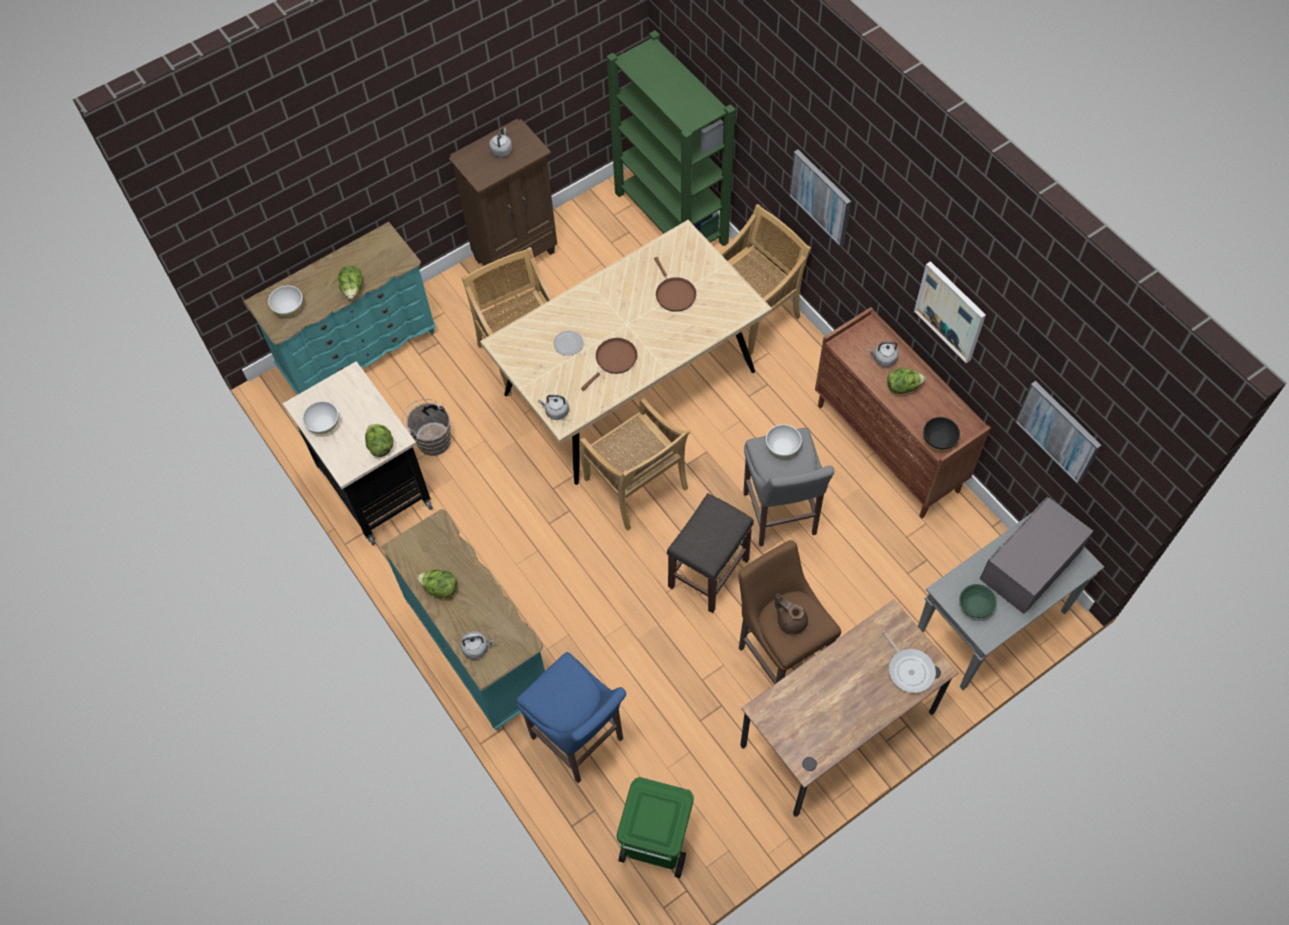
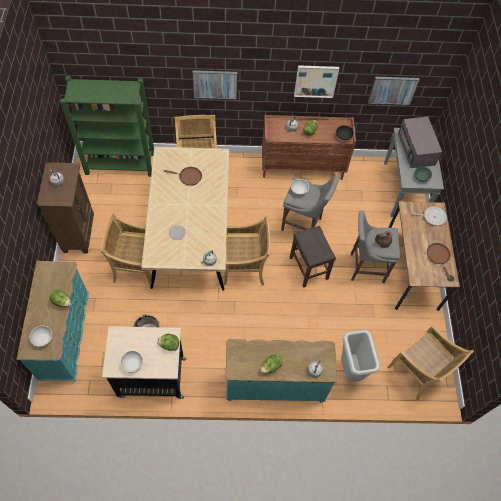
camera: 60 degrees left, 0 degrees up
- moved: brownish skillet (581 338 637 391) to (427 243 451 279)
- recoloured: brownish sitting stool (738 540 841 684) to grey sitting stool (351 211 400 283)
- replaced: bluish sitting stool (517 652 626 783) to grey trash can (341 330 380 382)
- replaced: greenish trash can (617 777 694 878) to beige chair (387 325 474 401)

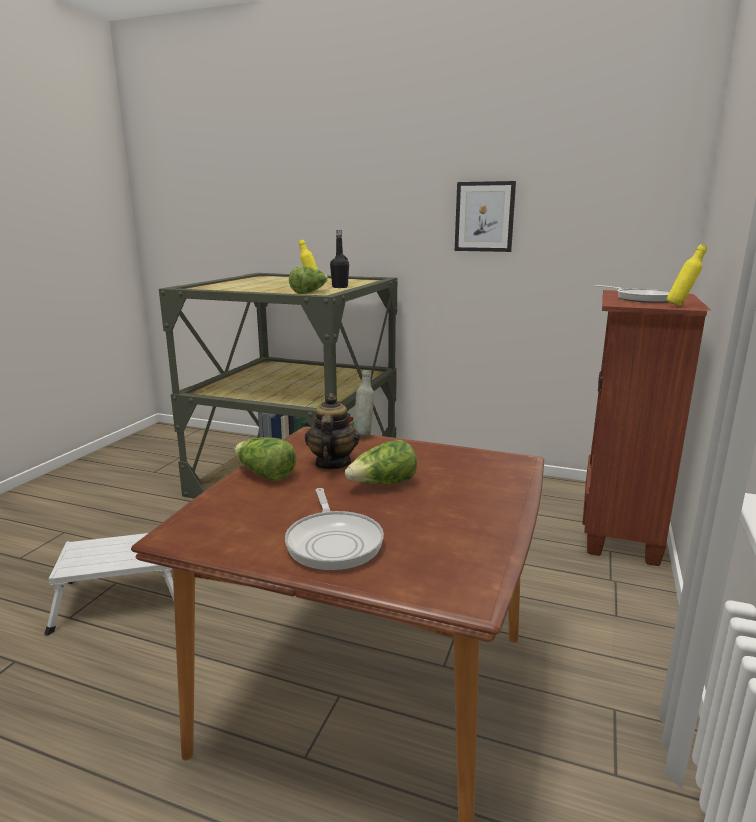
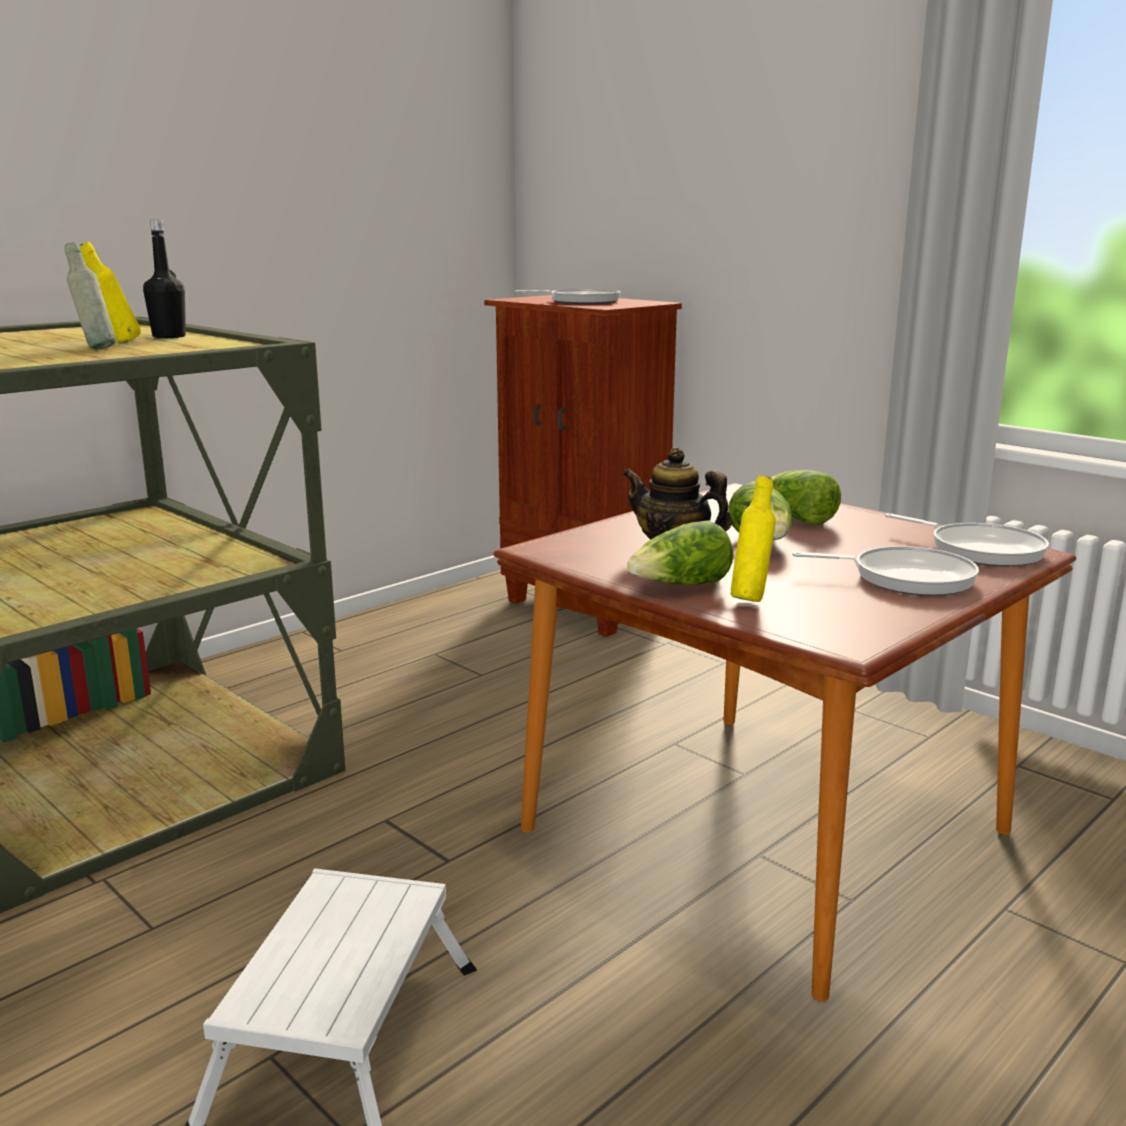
camera: 65 degrees left, 0 degrees up
- removed: wall art (455 181 516 252)
- moved: yellowish drink bottle (666 244 707 306) to (730 475 776 602)
- moved: lettuce head (289 267 328 294) to (771 470 841 525)
- moved: grey drink bottle (354 370 374 437) to (65 242 116 349)
- added: skillet (885 513 1049 566)

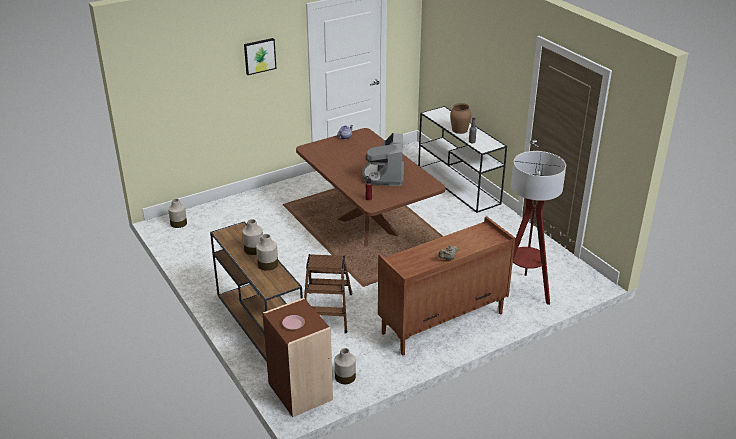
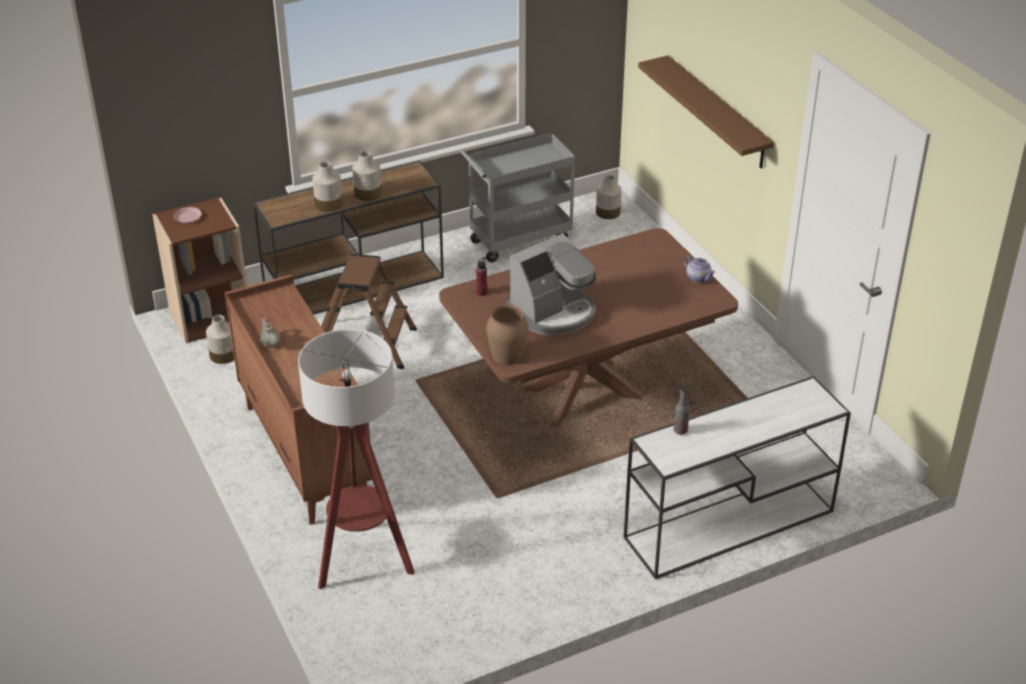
camera: 95 degrees right, 5 degrees up
- removed: wall art (244 38 277 75)
- moved: brownish flower vase (450 103 472 134) to (486 304 529 365)
- turned: coffee maker (362 133 404 186) = (507 233 596 336) 135 degrees clockwise
- added: brownish bracket shelf (638 55 774 169)
- added: grey cart (460 133 575 262)

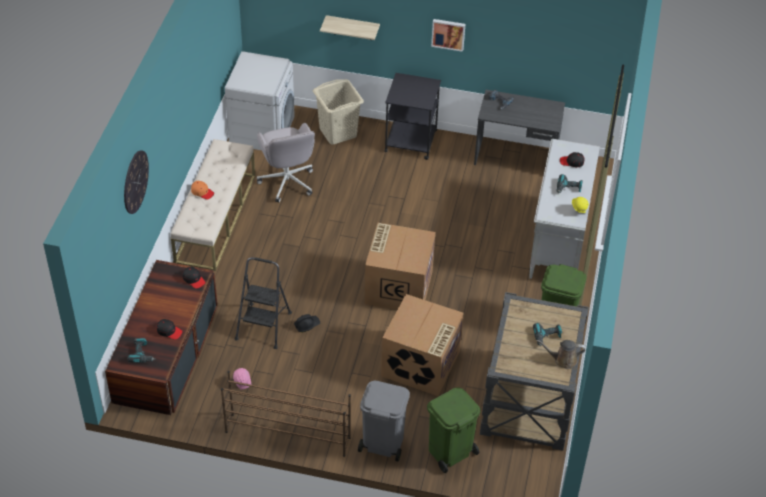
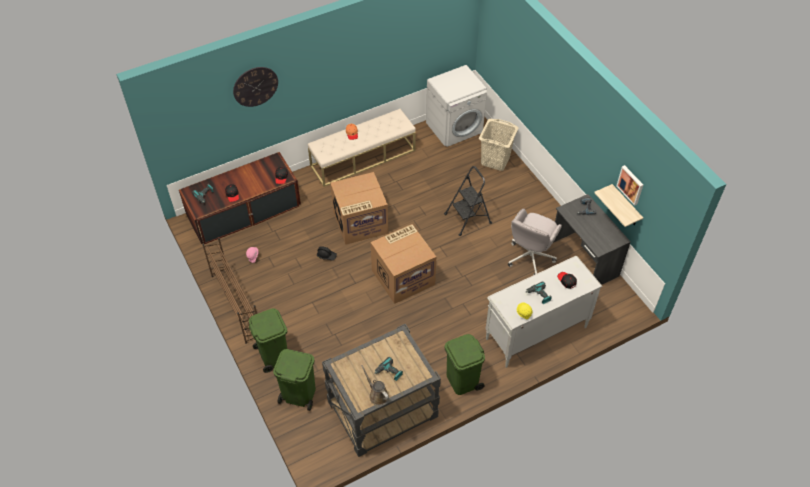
camera: 50 degrees right, 5 degrees up
- moved: bracket shelf (320 15 380 40) to (594 184 643 227)
- moved: wall art (431 19 465 52) to (617 165 643 206)
- removed: black-coloured cart (385 73 441 160)
- moved: grey office chair (257 123 315 203) to (508 208 562 275)
- moved: black-coloured step stool (235 257 292 349) to (444 166 492 236)
- moved: carton (381 294 464 396) to (330 172 388 245)
- recoloured: grey trash can (358 381 410 461) to greenish trash can (249 308 287 373)

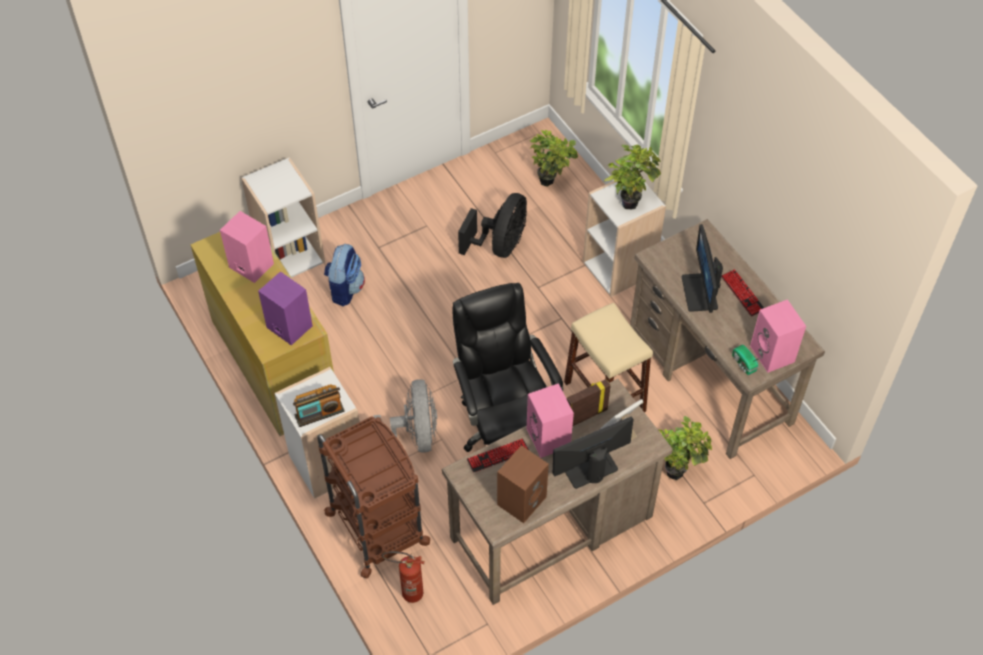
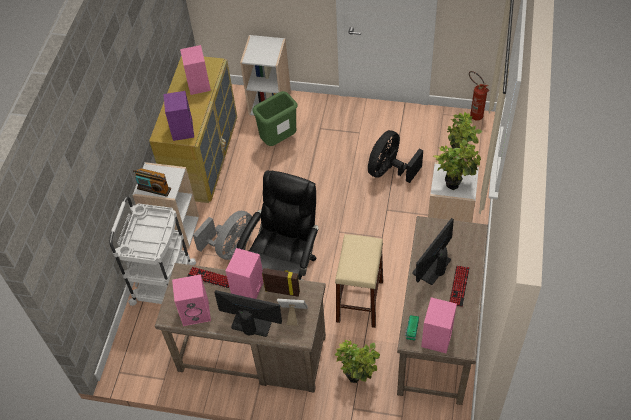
camera: 45 degrees right, 0 degrees up
- turned: black-coloured fan (458 193 527 258) = (368 130 423 183) 150 degrees clockwise
- replaced: backpack (324 244 365 306) to greenish trash can (252 91 298 146)
- recoloured: brownish cart (317 416 430 578) to white-coloured cart (109 196 196 306)
- recoloured: brownish loudspeaker (497 445 549 523) to pink loudspeaker (172 274 211 326)
- moved: fire extinguisher (381 551 425 603) to (469 71 489 121)

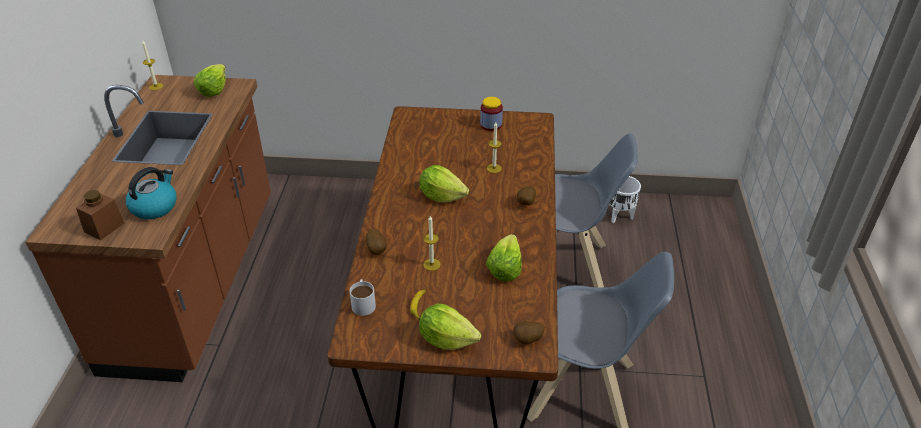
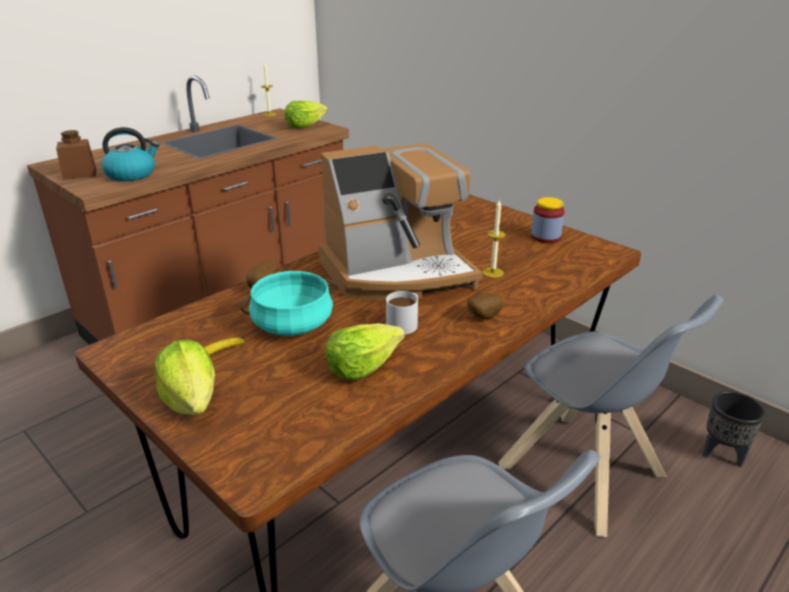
camera: 40 degrees right, 10 degrees down
- replaced: lettuce head (419 165 469 202) to coffee maker (319 143 483 301)
- recoloured: white-coloured planter (609 176 641 223) to black-coloured planter (702 391 765 467)
- replaced: wax candle (423 216 441 271) to blue-green stockpot (240 271 335 336)
- moved: white-coloured tea mug (350 279 376 316) to (386 291 418 335)
- removed: spud (513 321 545 344)

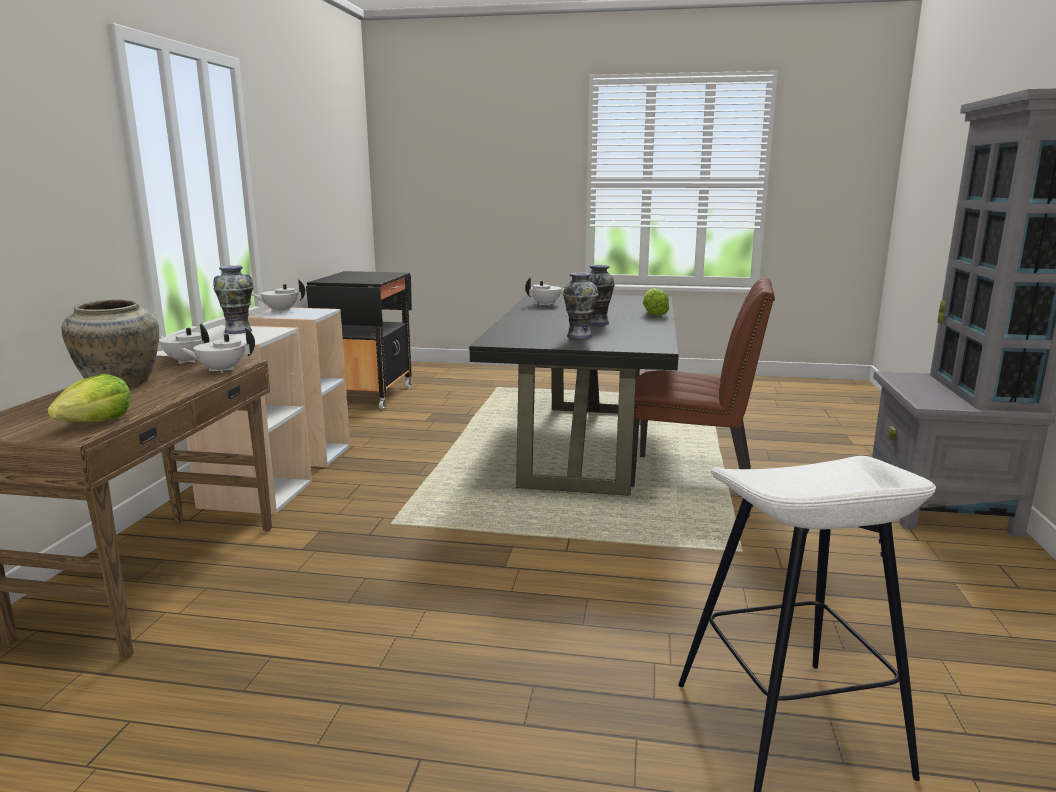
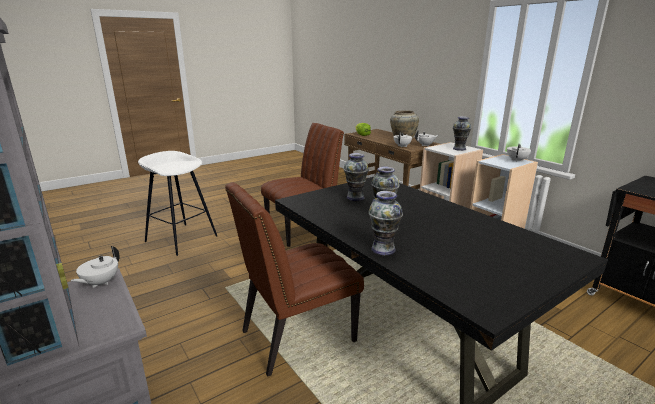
camera: 135 degrees right, 5 degrees up
- moved: white-coloured tea pot (525 278 565 306) to (70 246 120 288)
- replaced: lettuce head (643 288 669 316) to flower vase (369 191 403 255)
- added: brownish chair (261 123 344 247)

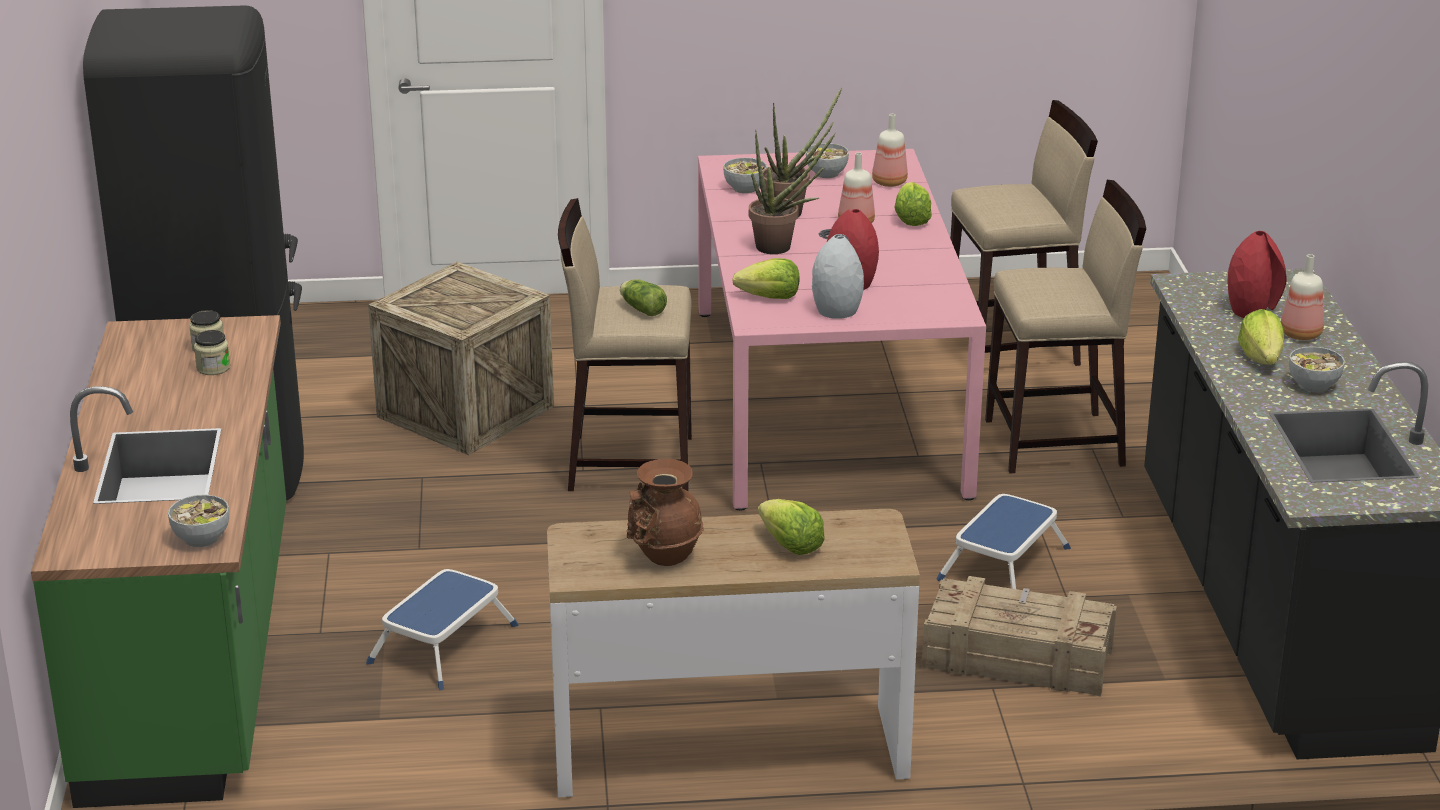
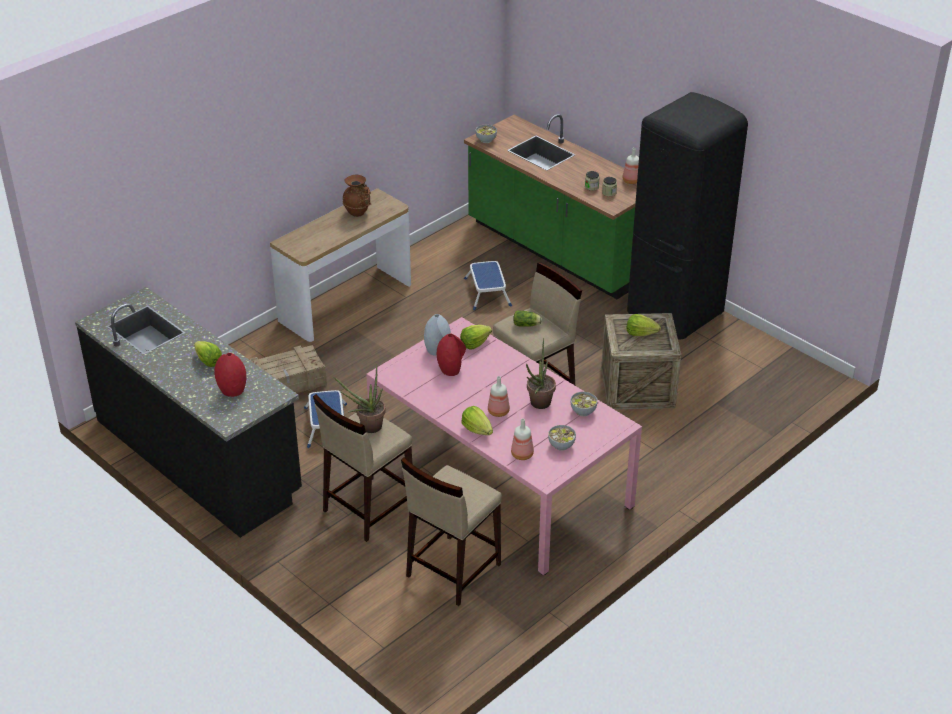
camera: 140 degrees right, 10 degrees up
- moved: houseplant (749 130 836 254) to (334 364 386 433)
- moved: drink bottle (1281 254 1324 340) to (622 148 639 184)
- removed: bowl (1289 346 1345 392)
- moved: lettuce head (758 499 825 555) to (626 314 661 336)

